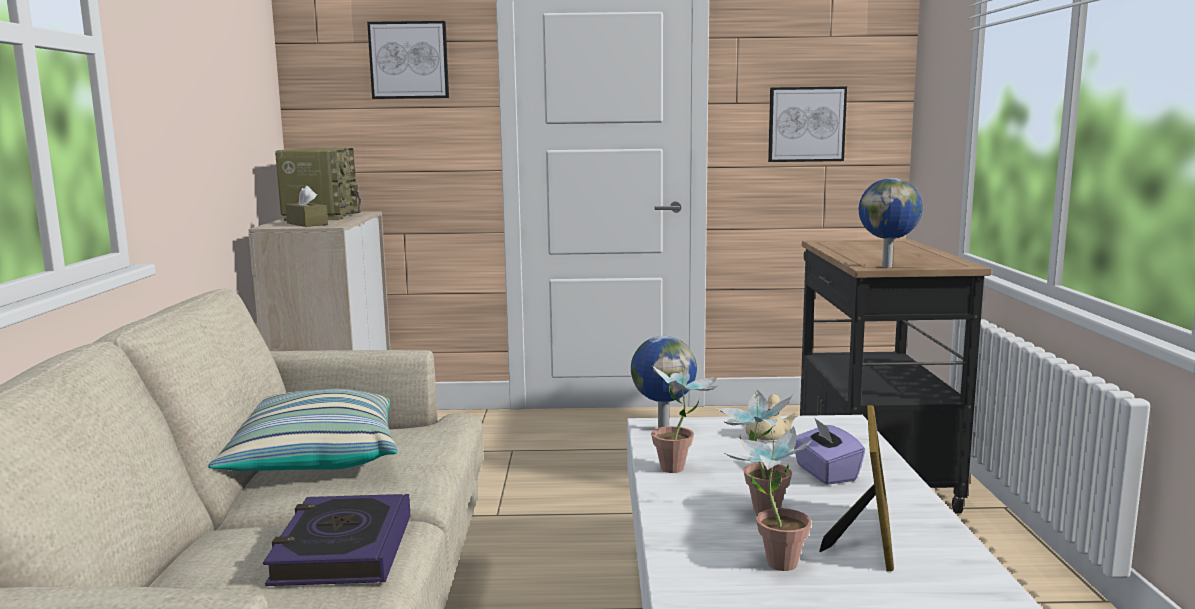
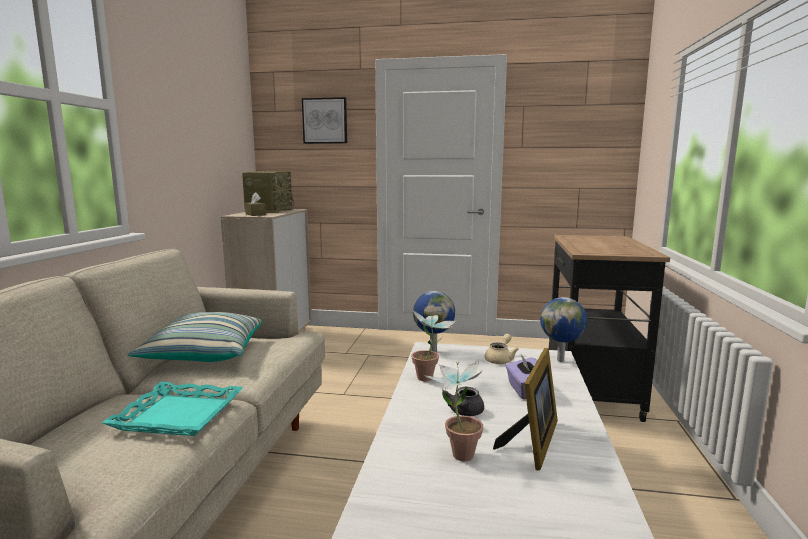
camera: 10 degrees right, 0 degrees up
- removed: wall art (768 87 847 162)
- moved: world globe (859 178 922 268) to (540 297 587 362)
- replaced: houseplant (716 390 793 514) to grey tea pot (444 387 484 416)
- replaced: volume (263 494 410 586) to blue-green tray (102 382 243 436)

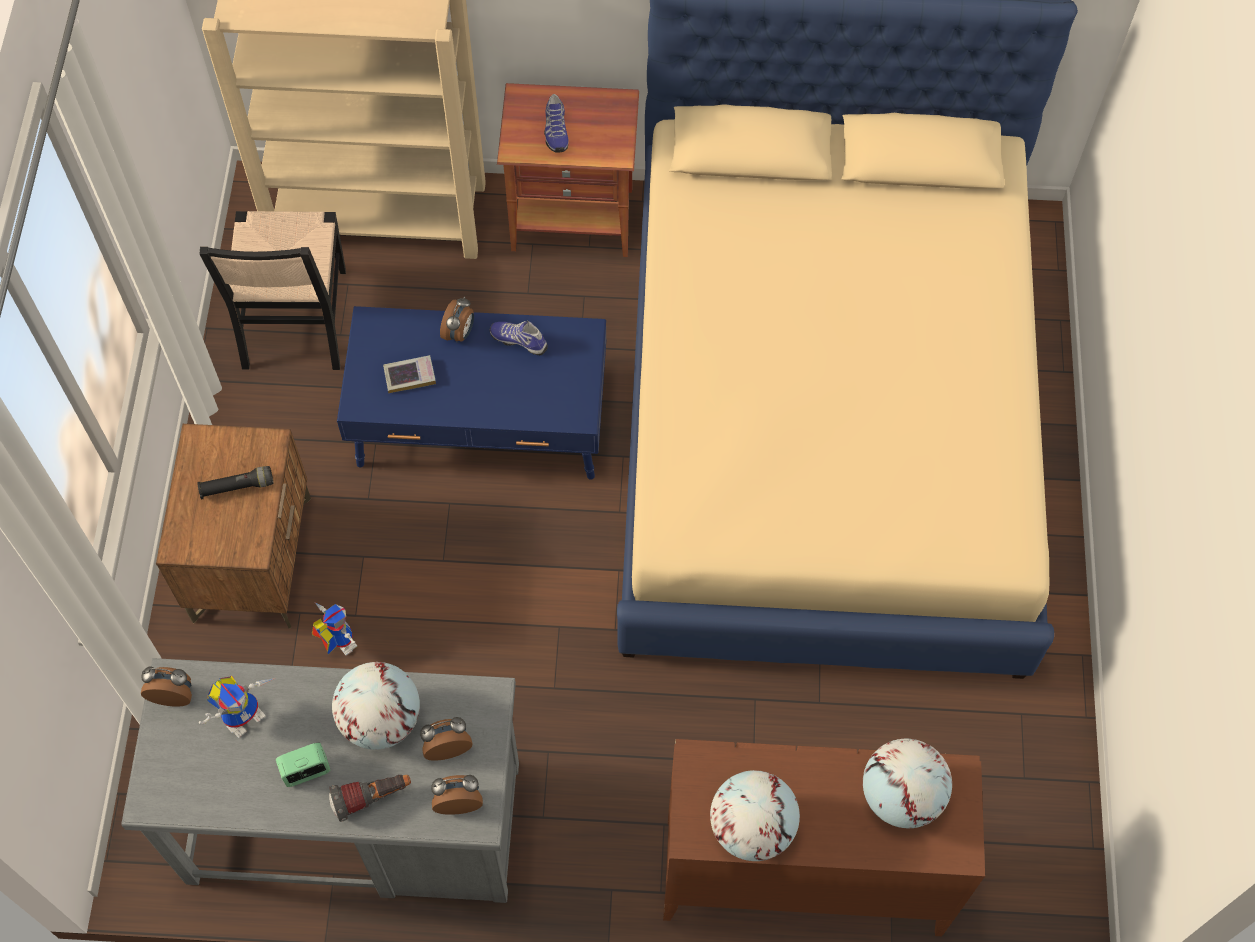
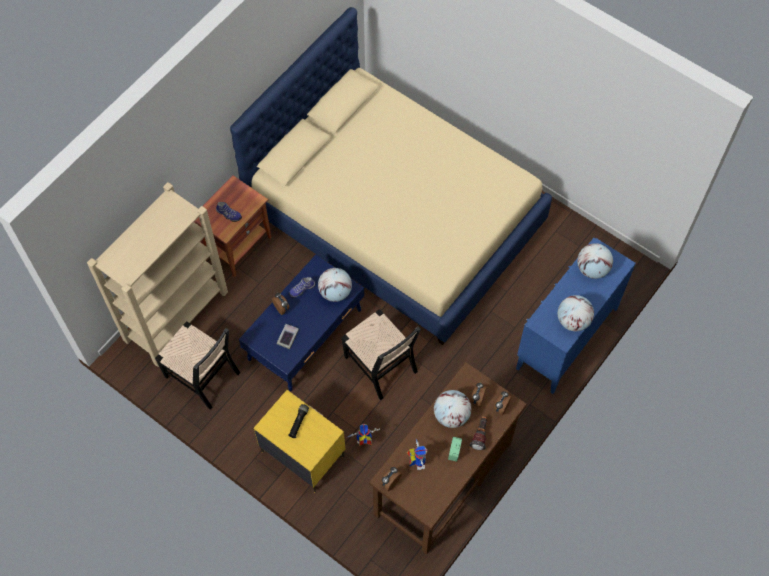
camera: 55 degrees left, 0 degrees up
- recoloured: brownish night table (156 424 311 629) to yellowish night table (254 390 345 492)
- recoloured: grey desk unit (121 658 519 903) to brownish desk unit (369 362 527 554)
- recoloured: brownish drawer chest (663 739 985 936) to bluish drawer chest (516 238 636 394)
- added: world globe (318 268 352 302)
- added: chair (341 309 421 400)

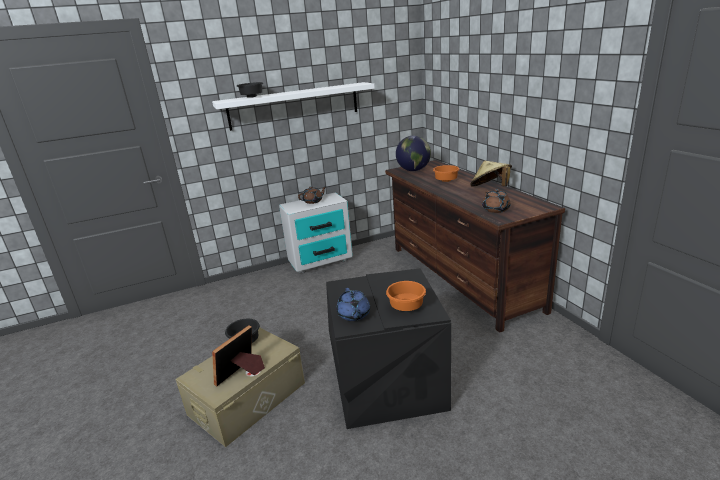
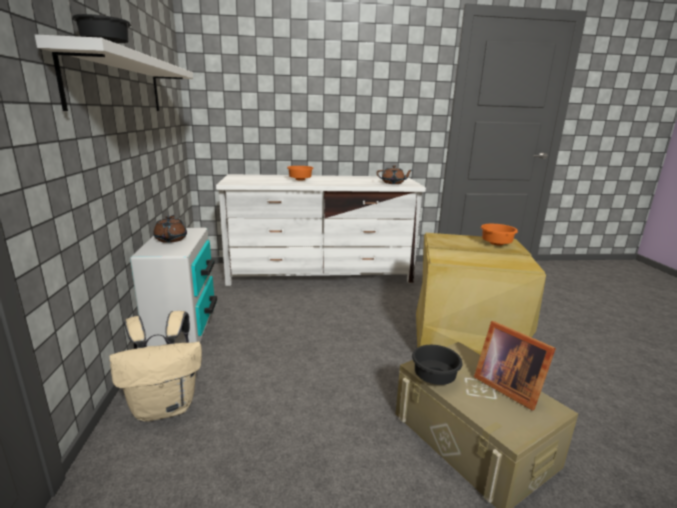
camera: 75 degrees left, 5 degrees down
- removed: world globe (396 135 431 171)
- recoloured: brownish drawer chest (385 160 565 333) to white-coloured drawer chest (216 174 426 286)
- removed: beige hat (470 161 512 187)
- recoloured: black-coloured storage box (326 268 451 429) to beige storage box (416 233 546 355)
- removed: bluish tea pot (336 288 370 321)
- added: beige backpack (109 311 202 422)

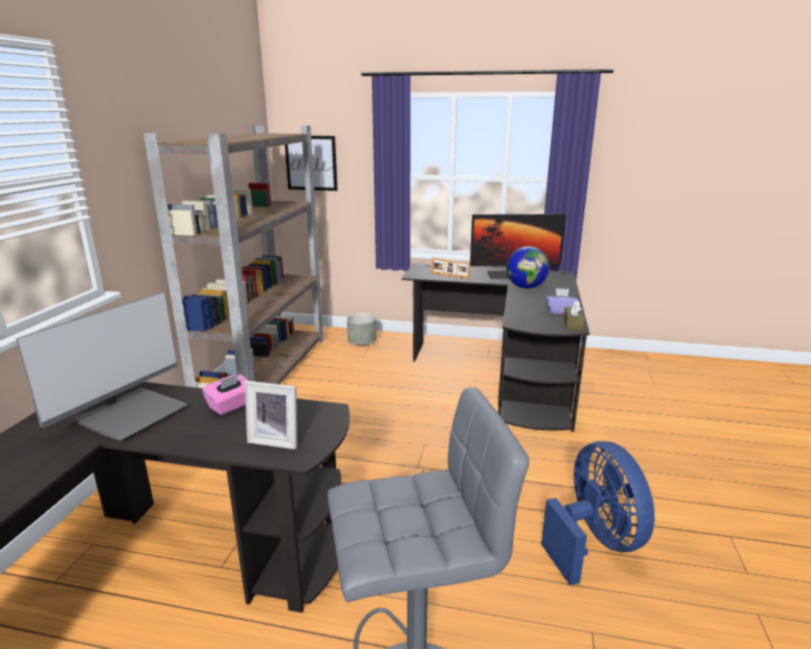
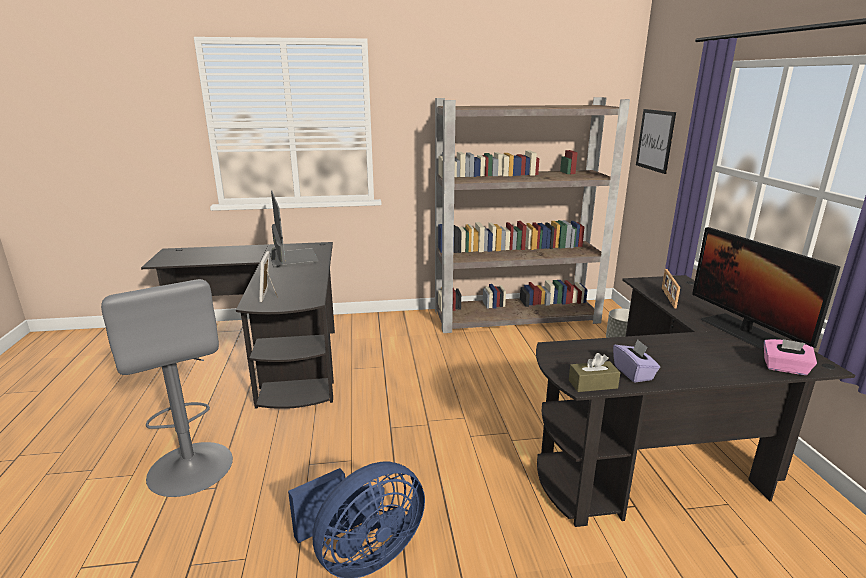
camera: 70 degrees right, 0 degrees up
- removed: world globe (507 246 549 288)
- turned: computer display (16 292 187 441) = (270 191 319 268) 120 degrees counterclockwise
- moved: pink tissue holder (202 374 248 415) to (764 339 817 375)

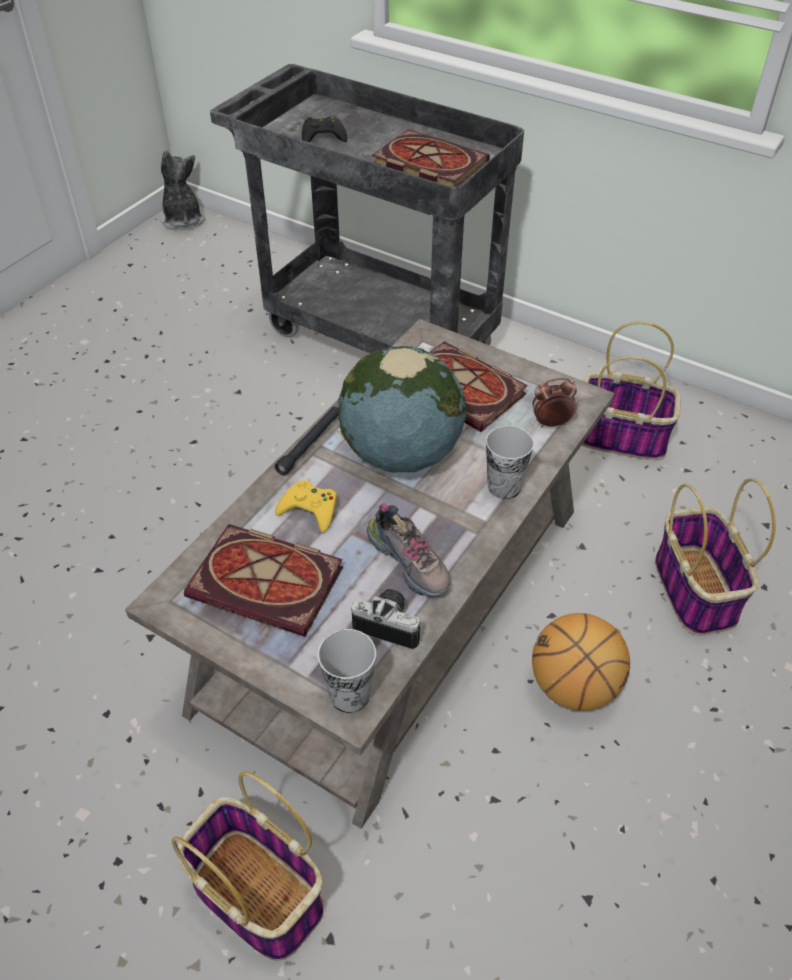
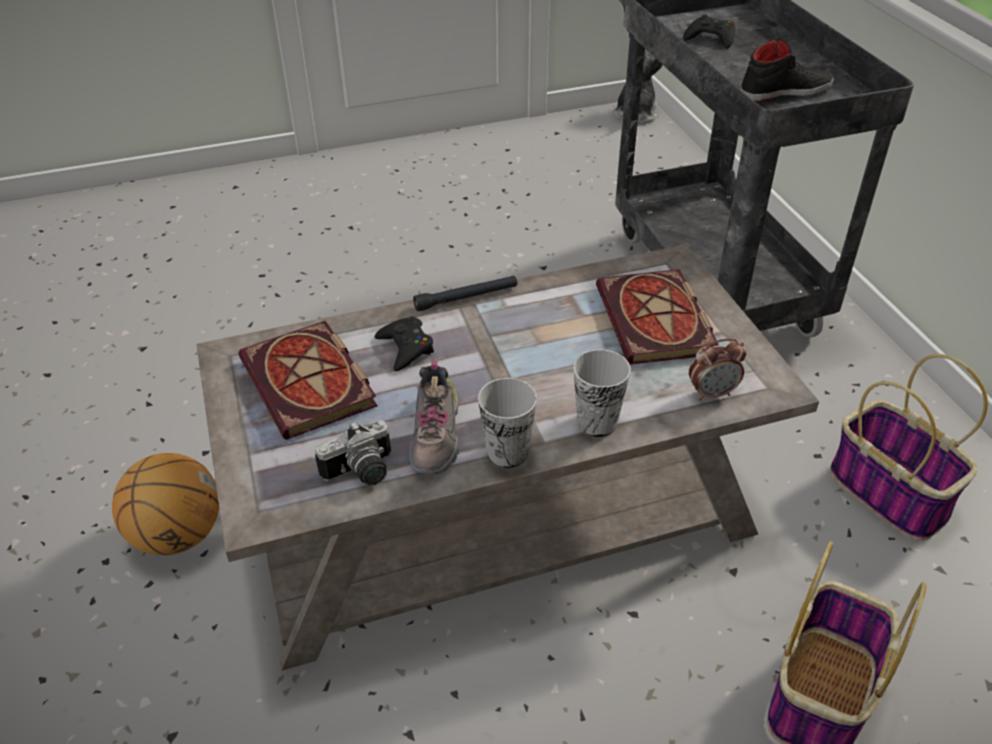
camera: 40 degrees right, 5 degrees down
- replaced: volume (371 129 490 187) to black-coloured shoe (740 38 834 102)
- removed: world globe (338 346 467 473)
- turned: table clock (533 378 577 427) = (689 338 747 401) 135 degrees clockwise
- recoloured: yellowish joypad (275 480 337 533) to black-coloured joypad (375 316 434 371)
- turned: still camera (351 589 420 649) = (315 420 391 485) 90 degrees clockwise
- moved: basketball ball (532 613 630 711) to (112 453 219 555)
- moved: small cup (318 629 376 713) to (478 378 537 468)
- removed: basket (172 771 324 961)

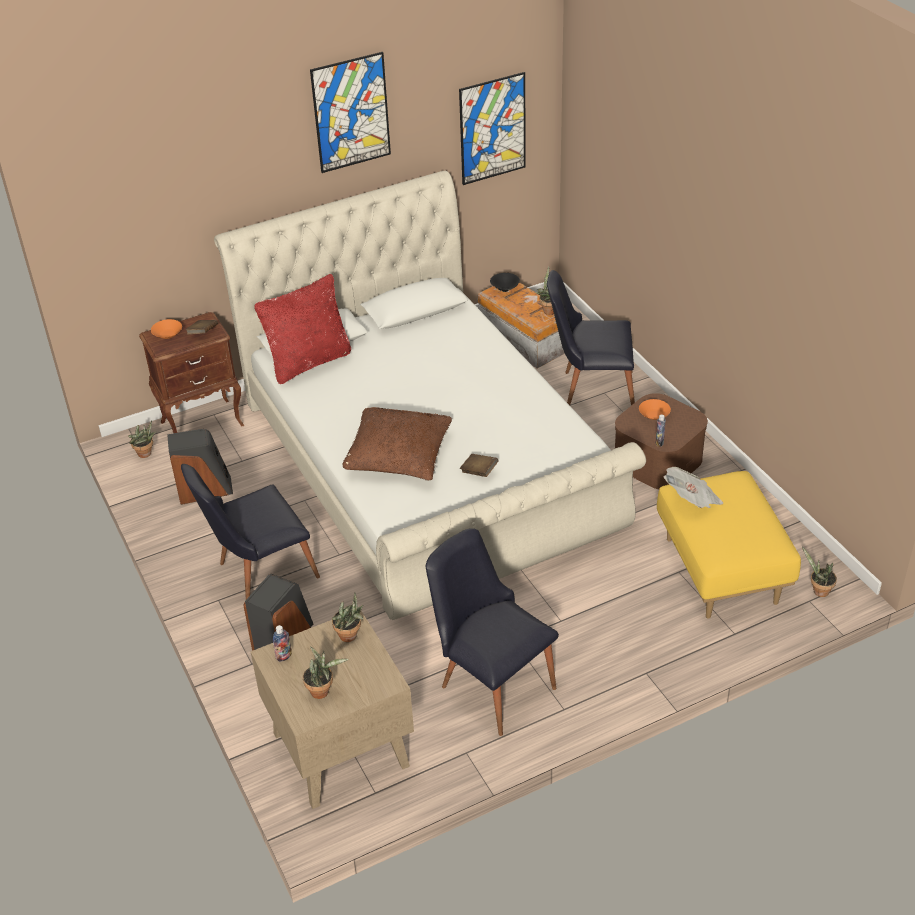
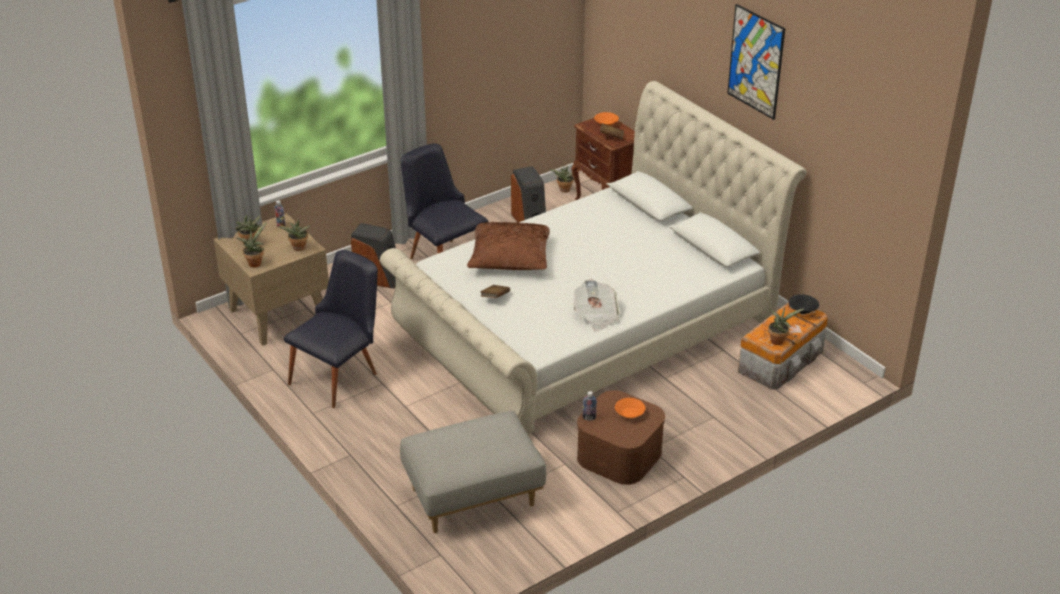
camera: 80 degrees right, 5 degrees down
- removed: wall art (459 72 525 185)
- removed: black-coloured chair (547 270 635 405)
- removed: red-coloured cushion (254 274 351 384)
- moved: daily paper (663 467 723 508) to (574 279 619 331)
- recoloured: yellowish footrest (657 471 801 619) to grey footrest (400 411 546 533)
- moved: houseplant (802 546 837 597) to (237 222 267 268)

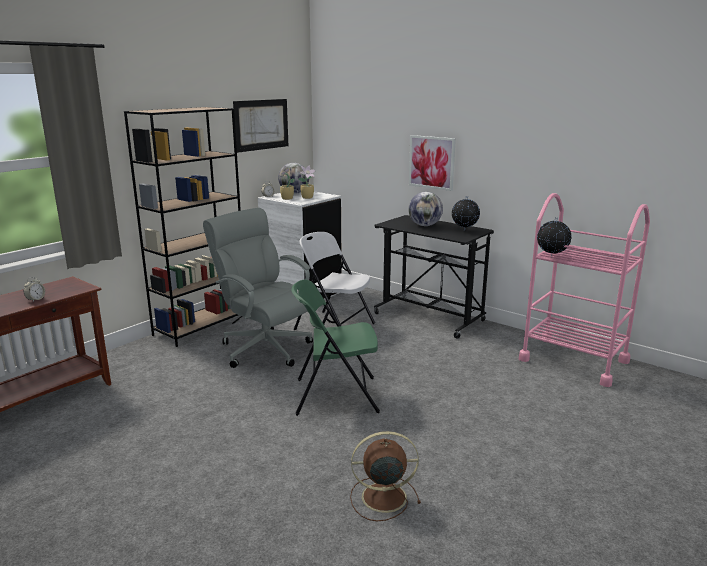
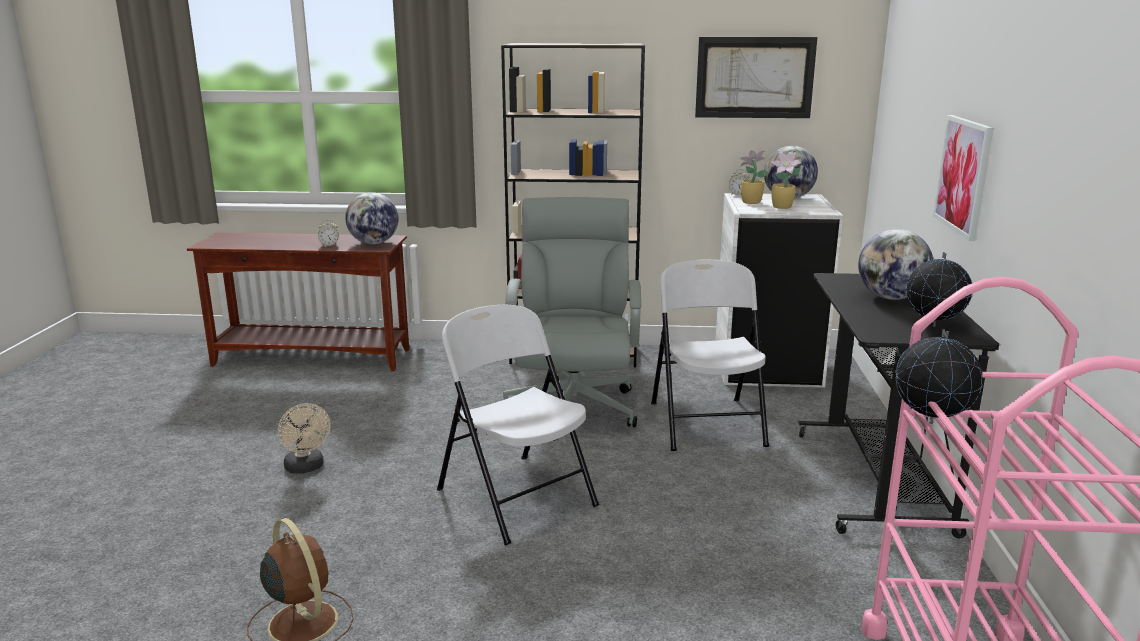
camera: 55 degrees right, 0 degrees up
- recoloured: greenish chair (291 280 380 416) to white-coloured chair (437 305 599 546)
- added: world globe (345 192 398 244)
- added: beige fan (278 403 330 474)

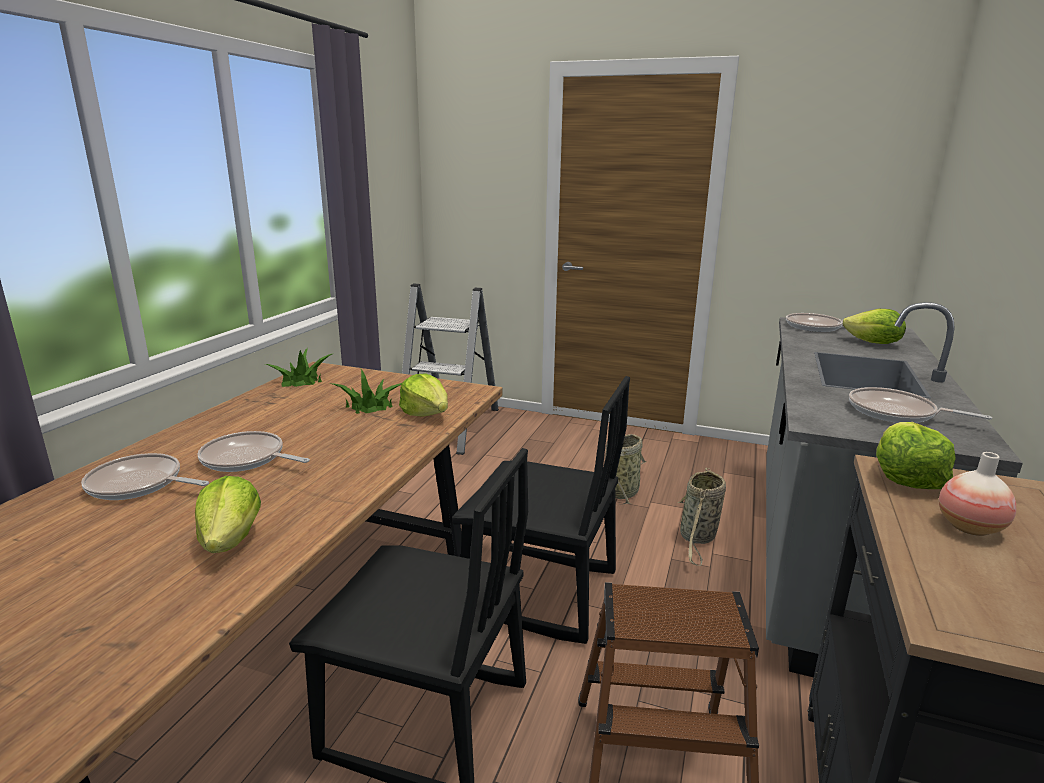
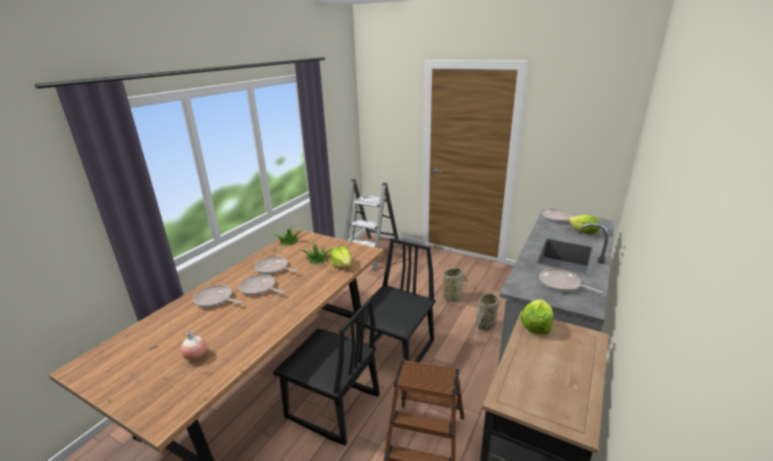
camera: 10 degrees right, 5 degrees up
- turned: black-coloured chair (452 376 630 644) = (354 238 435 362) 90 degrees counterclockwise
- moved: flower vase (939 452 1016 536) to (181 330 207 360)
- removed: lettuce head (195 476 261 553)
- added: skillet (255 256 298 275)

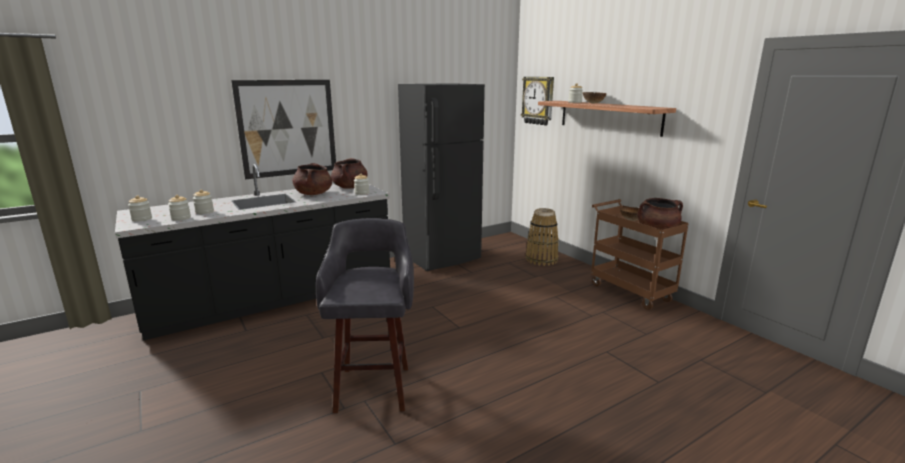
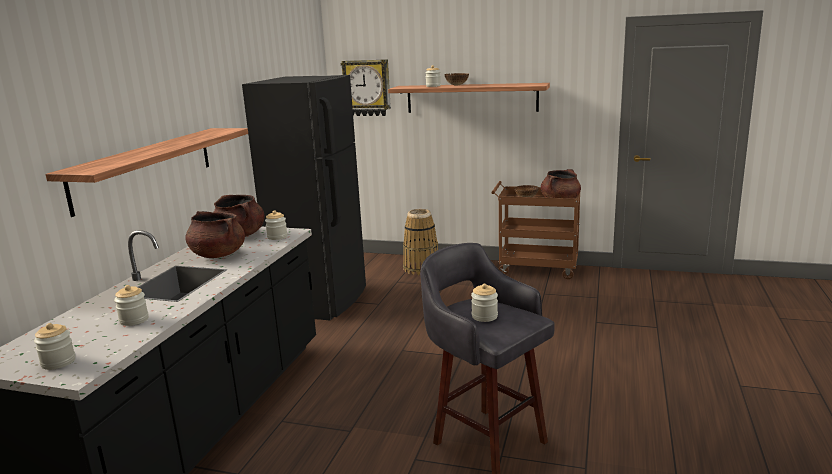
camera: 40 degrees left, 0 degrees up
- replaced: wall art (231 80 336 179) to bracket shelf (46 128 248 217)
- moved: preserve jar (168 195 191 221) to (471 284 498 322)

